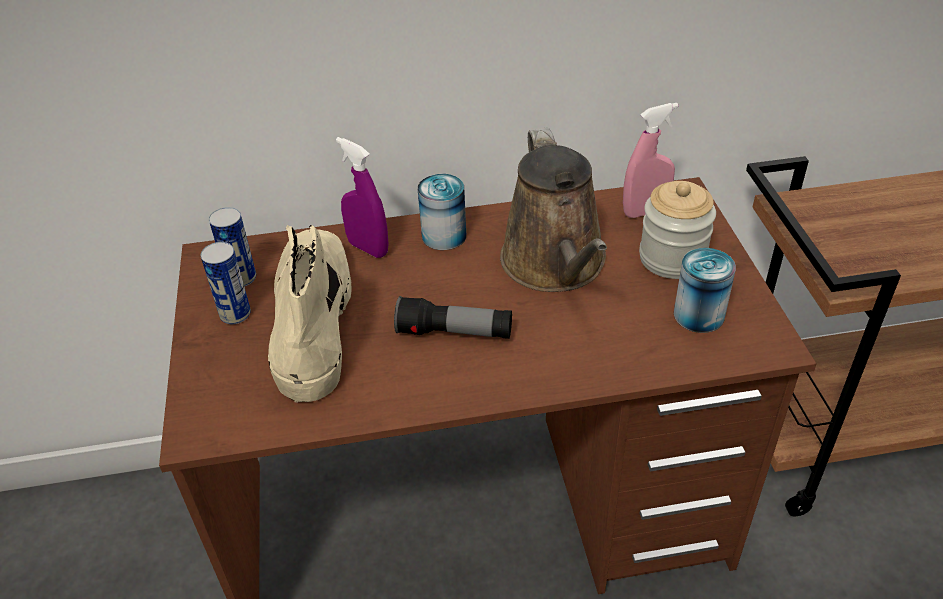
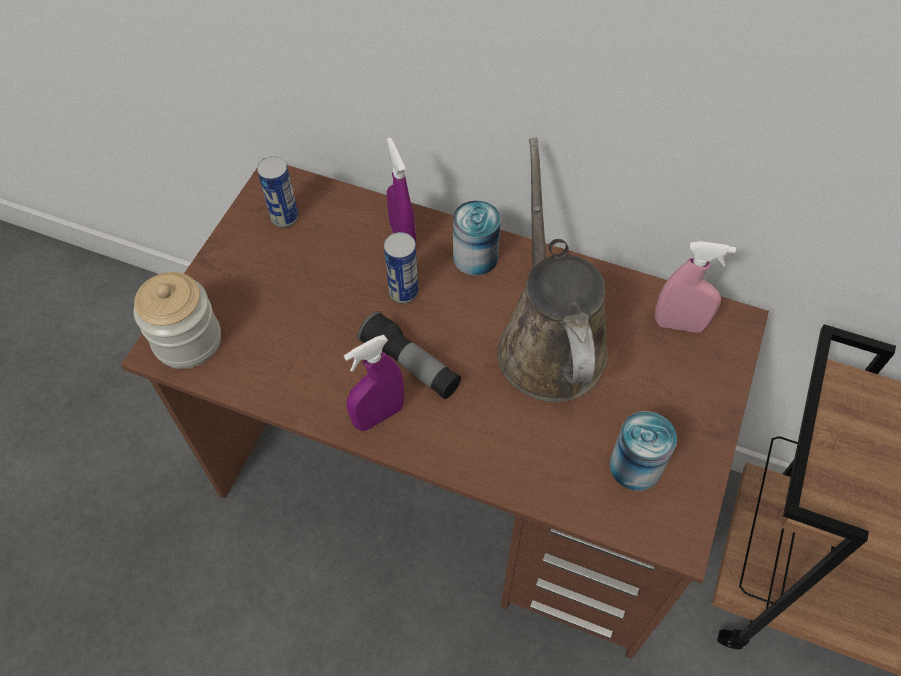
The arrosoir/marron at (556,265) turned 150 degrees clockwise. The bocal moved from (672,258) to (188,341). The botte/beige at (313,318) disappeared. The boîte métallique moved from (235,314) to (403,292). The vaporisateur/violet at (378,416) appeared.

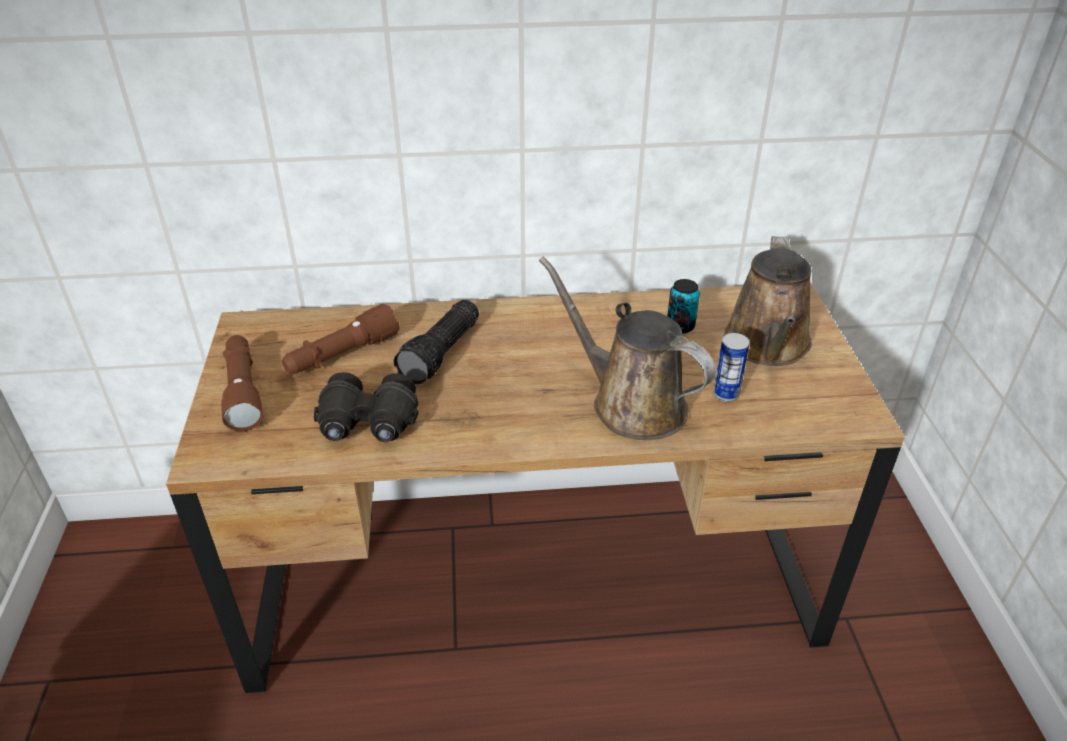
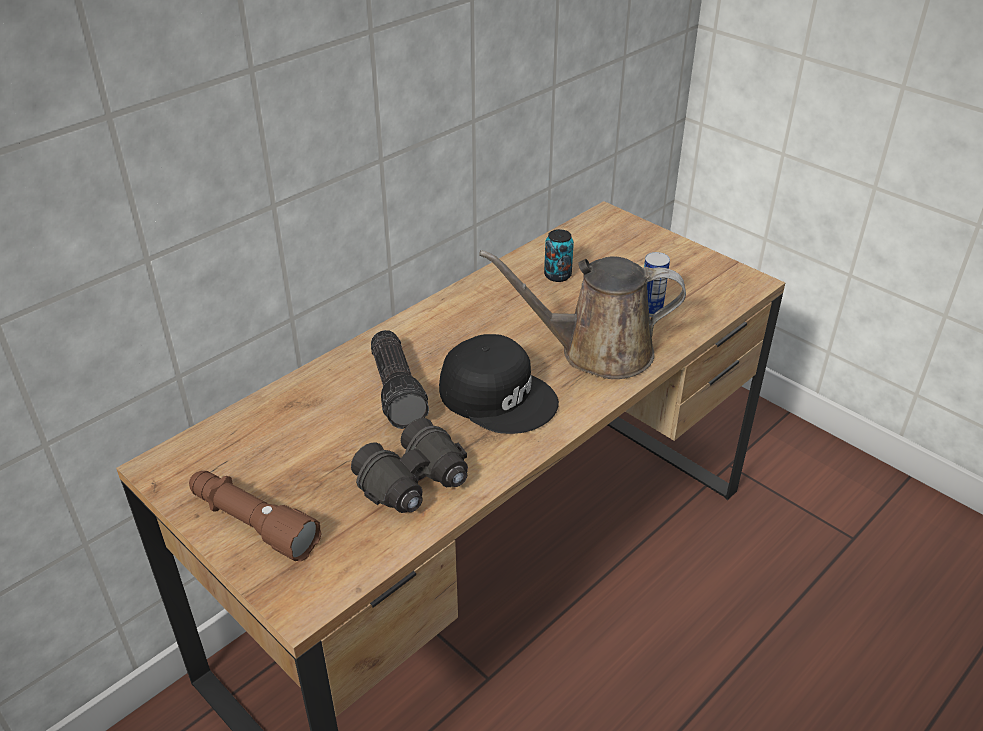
The arrosoir/marron at (767,346) disappeared. The lampe de poche/marron at (342,355) disappeared. The casquette/noir at (498,395) appeared.

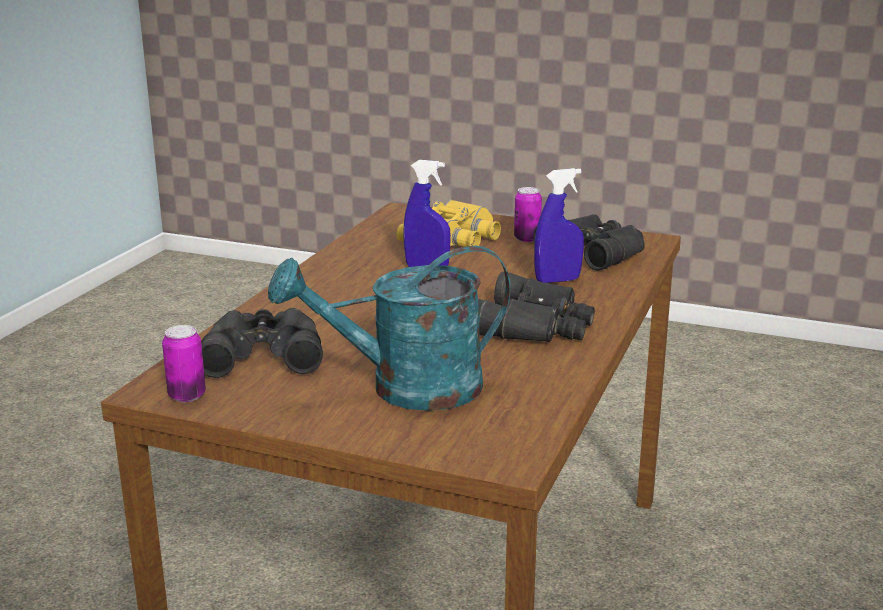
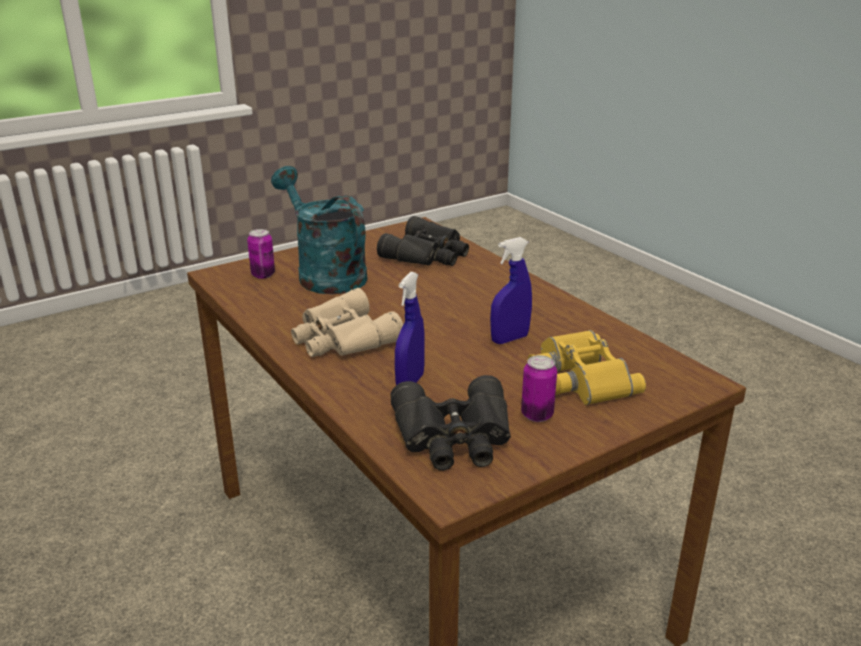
The arrosoir/turquoise at (406,389) turned 60 degrees counterclockwise. The jumelles/noir at (537,325) became the jumelles/beige at (342,338). The boîte métallique moved from (187,395) to (263,275).

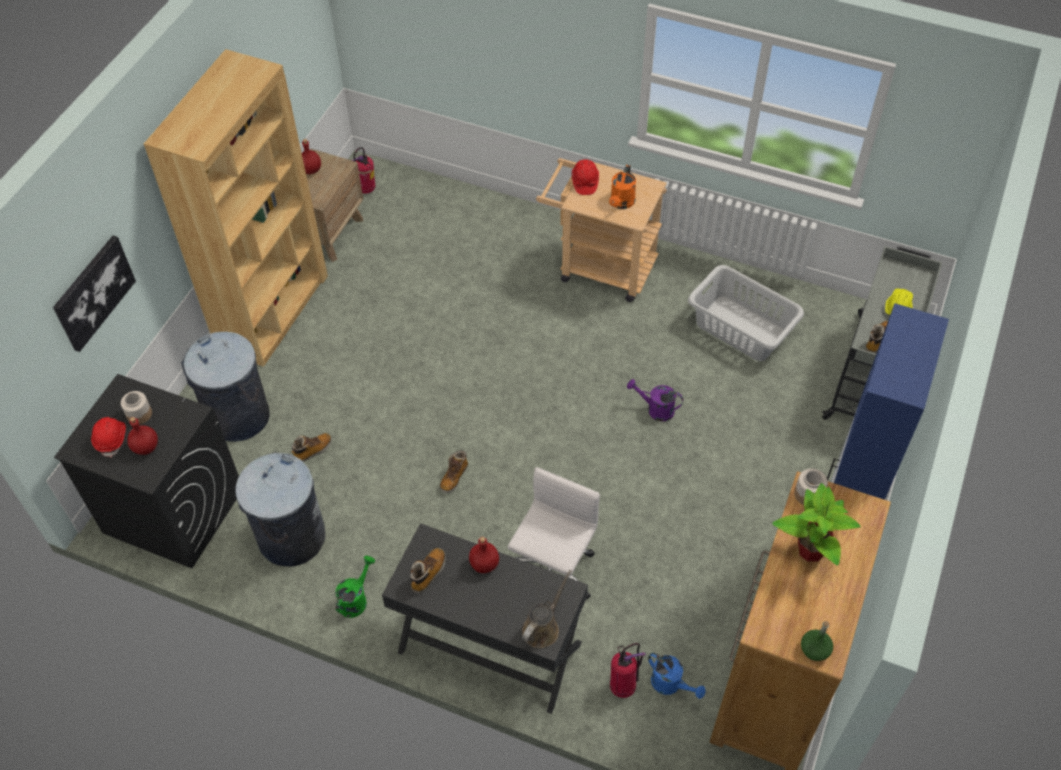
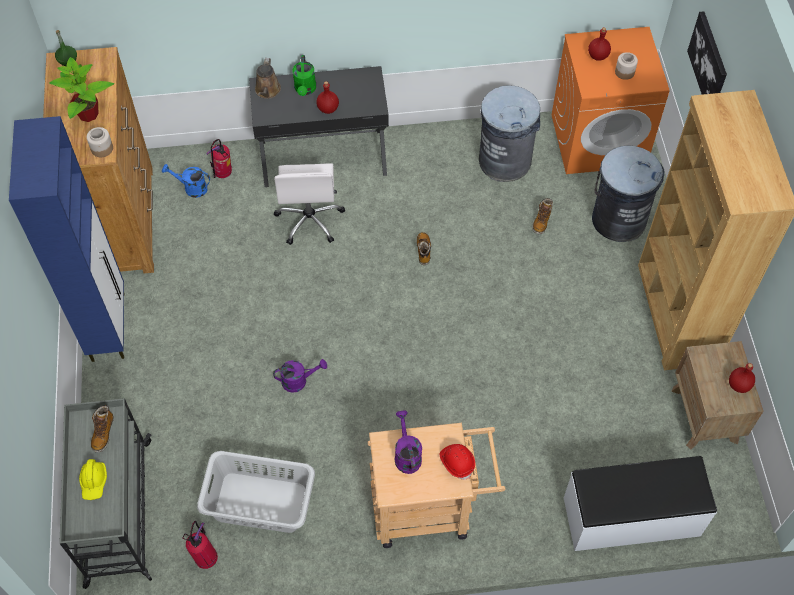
The extincteur moved from (366,190) to (205,557). The arrosoir/orange at (621,203) became the arrosoir/violet at (406,454). The lave-linge/noir at (172,511) became the lave-linge/orange at (598,140). The casque de chantier/rouge at (112,439) disappeared. The botte at (428,573) disappeared. The arrosoir/vert moved from (356,599) to (305,90). The banc/blanc at (631,517) appeared.

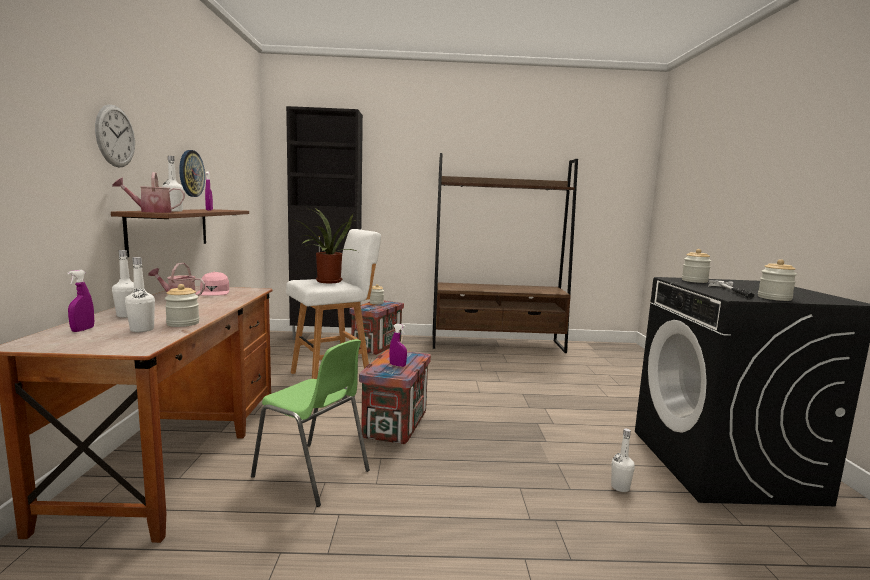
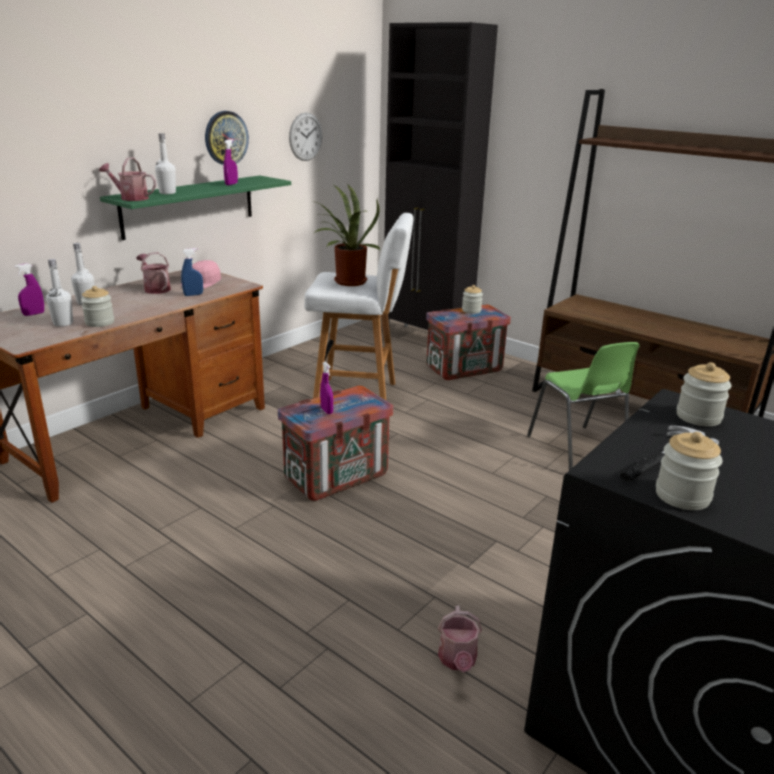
The horloge murale moved from (115,136) to (305,137). The étagère/marron at (170,229) became the étagère/vert at (189,206). The chaise/vert moved from (312,474) to (577,450). The bouteille/blanc at (620,487) was replaced by the arrosoir at (458,660). The vaporisateur/bleu at (193,295) appeared.

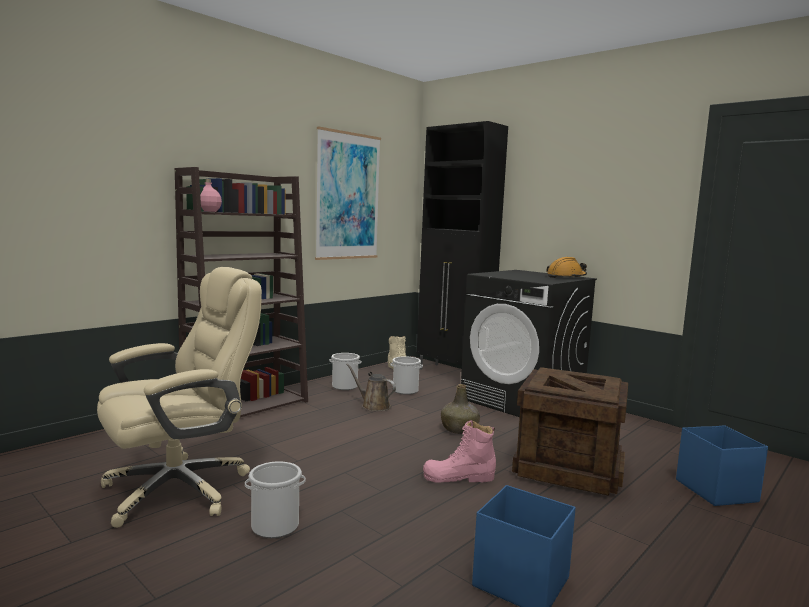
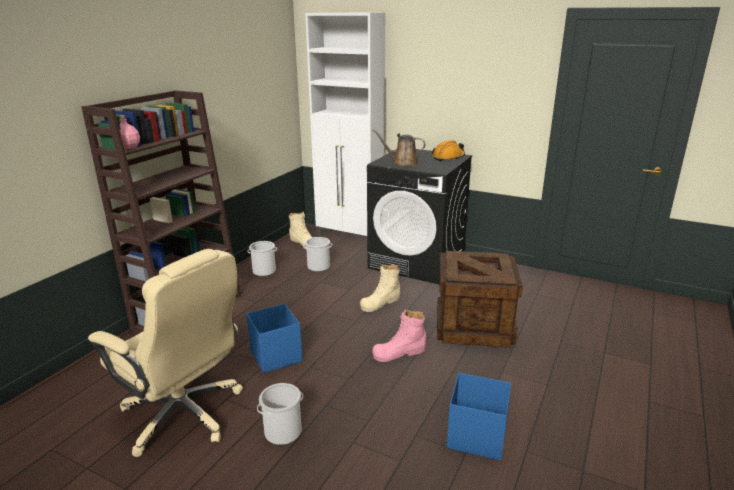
The meuble de rangement/noir at (453,374) became the meuble de rangement/blanc at (350,239). The tableau at (348,196) disappeared. The chaise de bureau/beige at (180,489) turned 90 degrees clockwise. The arrosoir/marron moved from (373,406) to (402,163). The bouteille/vert at (459,429) was replaced by the botte/beige at (380,303). The boîte de rangement/bleu moved from (715,490) to (276,355).

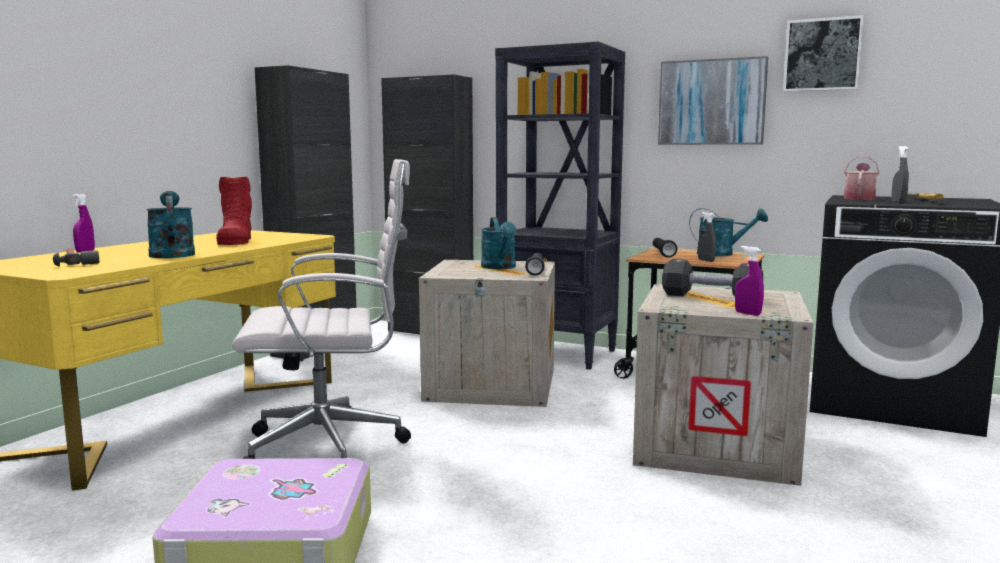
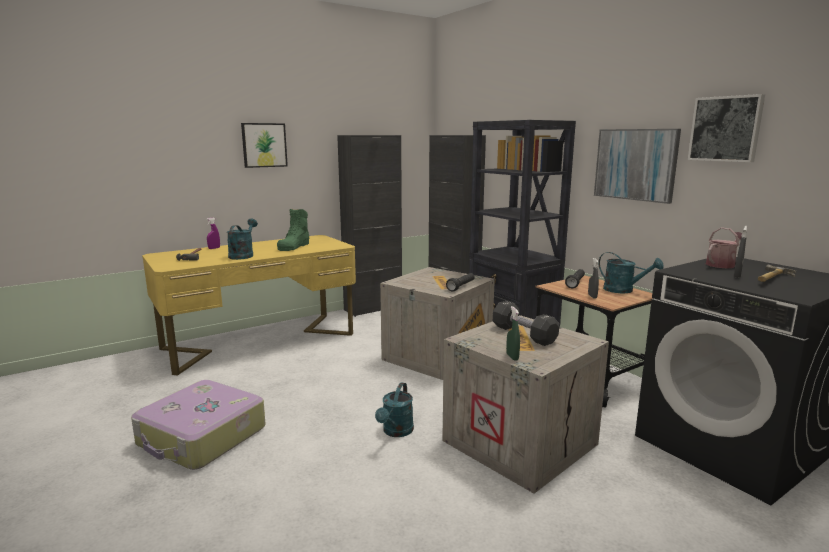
The chaise de bureau/blanc at (332,447) disappeared. The botte/rouge at (235,241) became the botte/vert at (294,247). The arrosoir/turquoise moved from (500,267) to (396,432). The vaporisateur/violet at (747,313) became the vaporisateur/vert at (512,357). The tableau at (264,145) appeared.

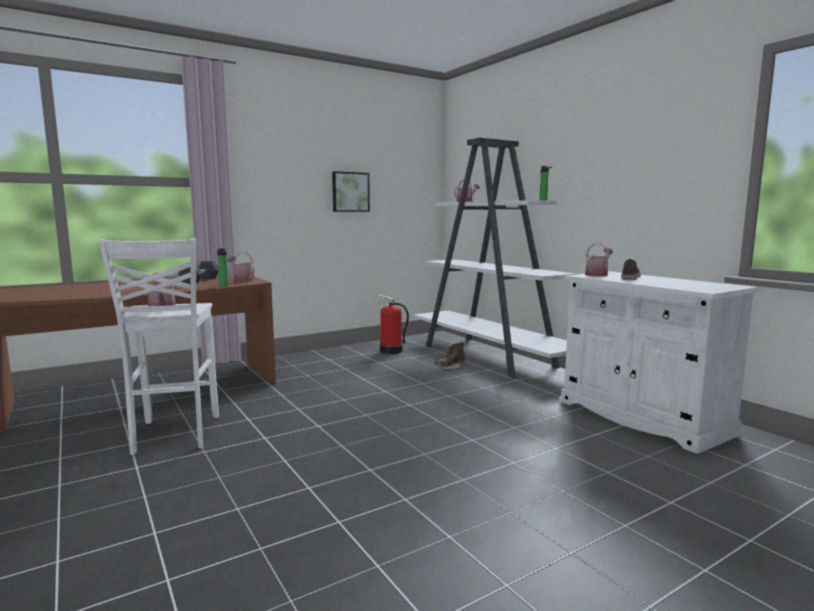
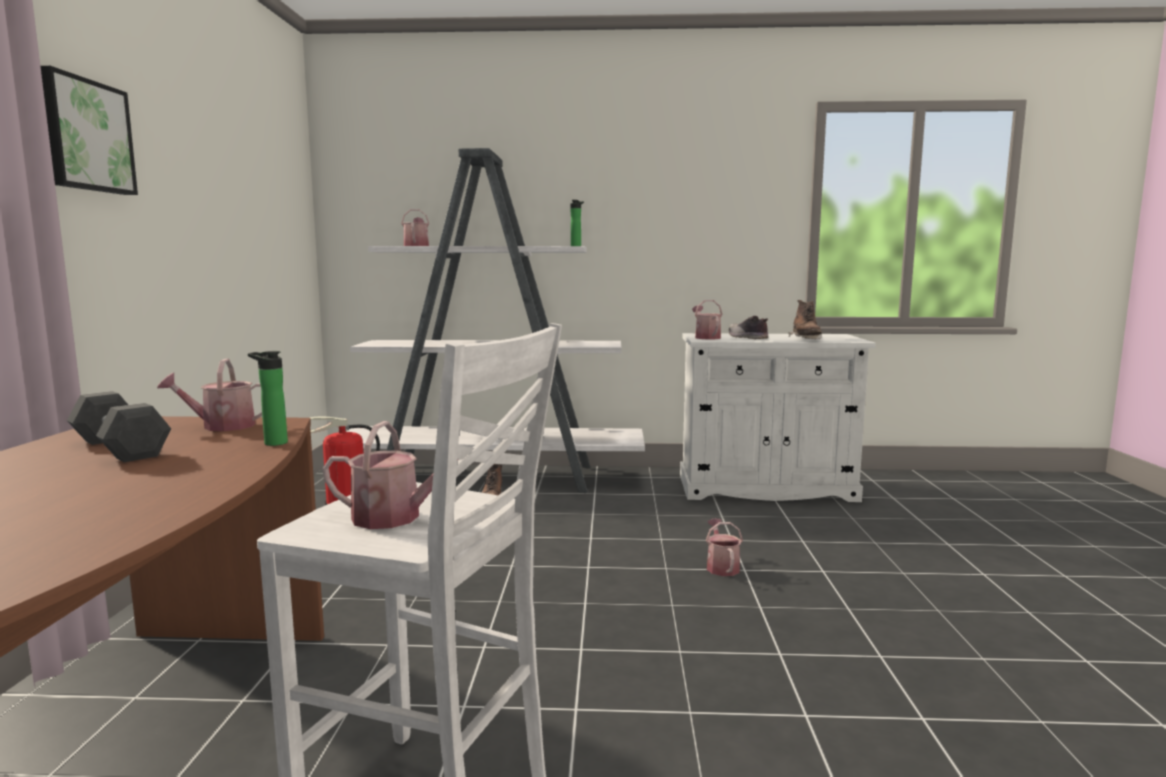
The tableau moved from (350,192) to (84,135). The botte/marron at (806,339) appeared. The arrosoir at (721,566) appeared.

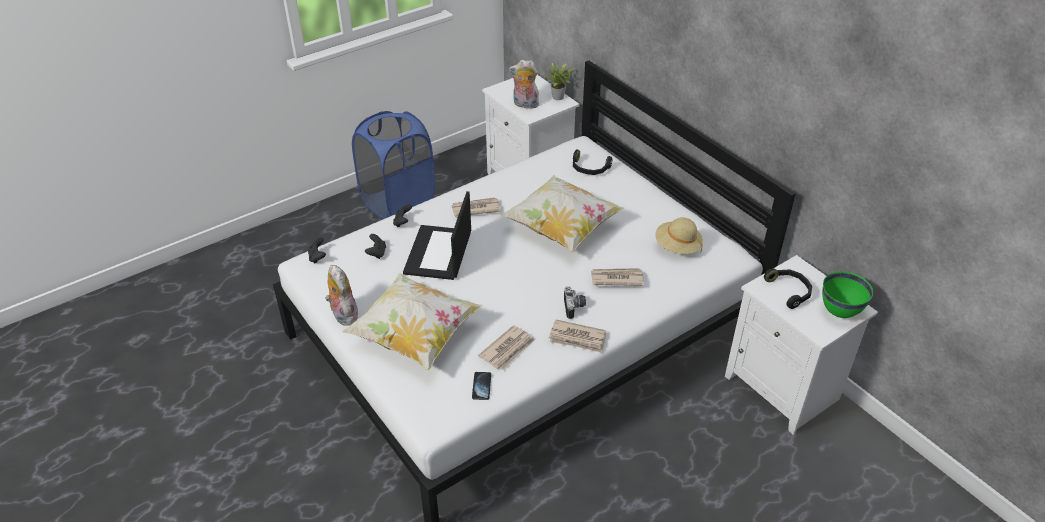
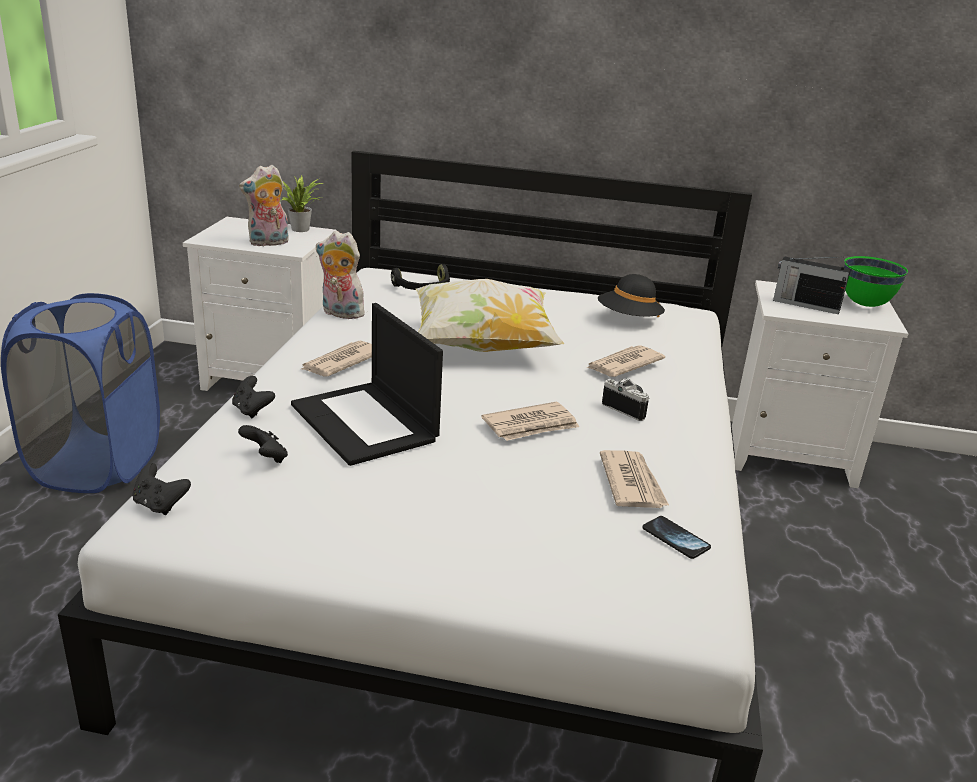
The chapeau/beige at (677,247) became the chapeau/noir at (628,320). The peluche moved from (343,315) to (340,313). The casque audio/noir at (789,291) was replaced by the radio at (805,305). The coussin at (415,336) disappeared. The journal moved from (577,338) to (531,425).

